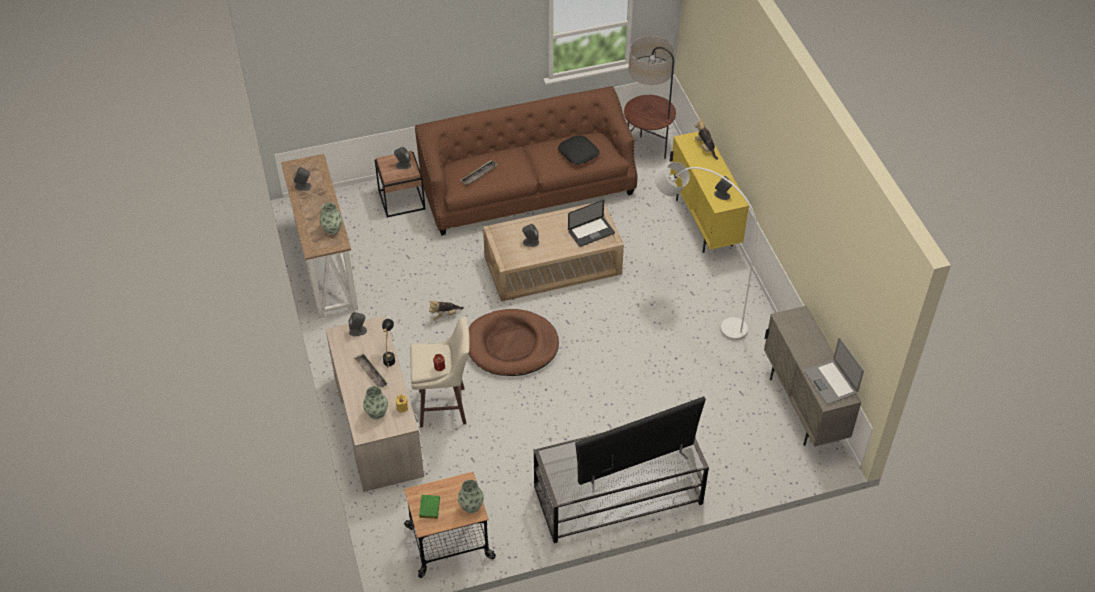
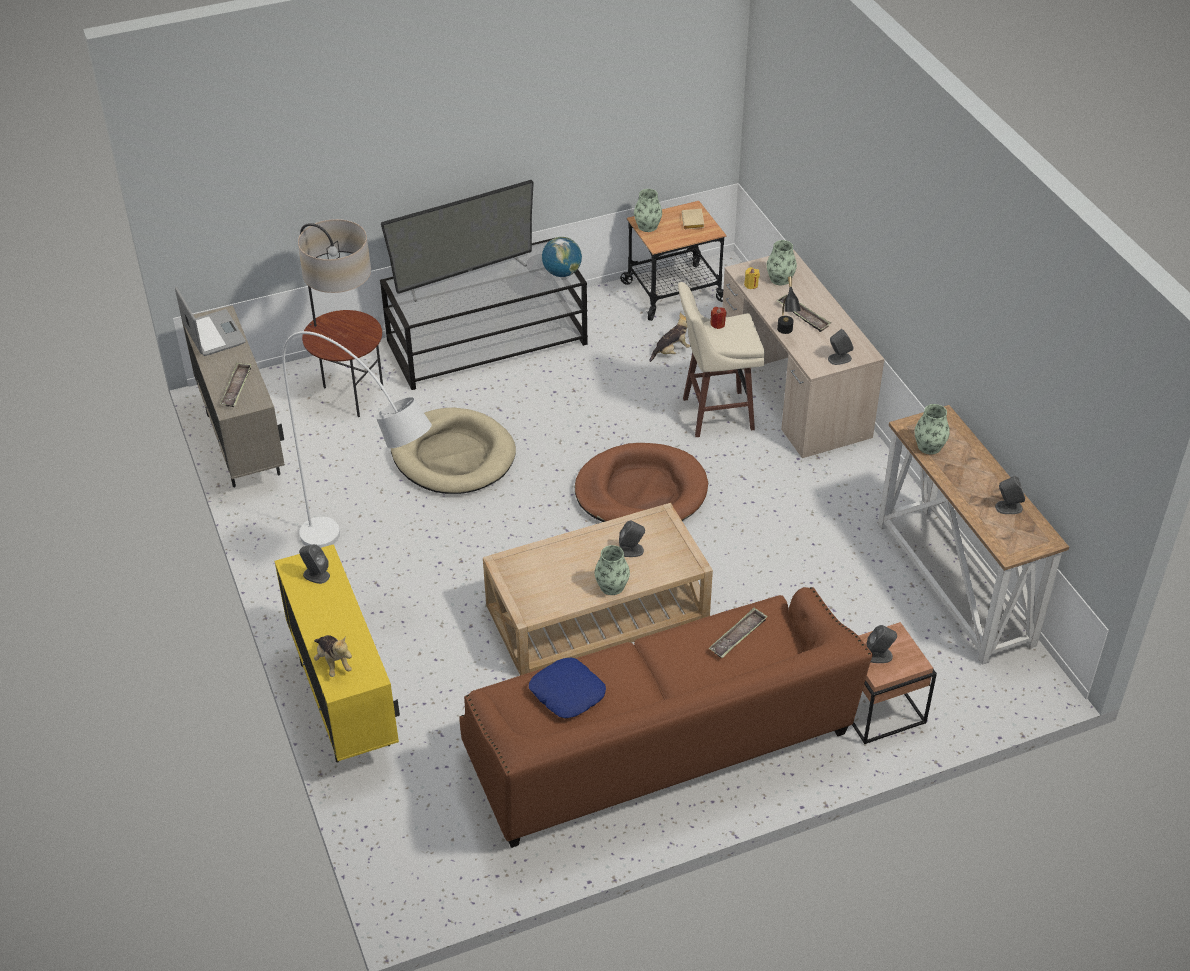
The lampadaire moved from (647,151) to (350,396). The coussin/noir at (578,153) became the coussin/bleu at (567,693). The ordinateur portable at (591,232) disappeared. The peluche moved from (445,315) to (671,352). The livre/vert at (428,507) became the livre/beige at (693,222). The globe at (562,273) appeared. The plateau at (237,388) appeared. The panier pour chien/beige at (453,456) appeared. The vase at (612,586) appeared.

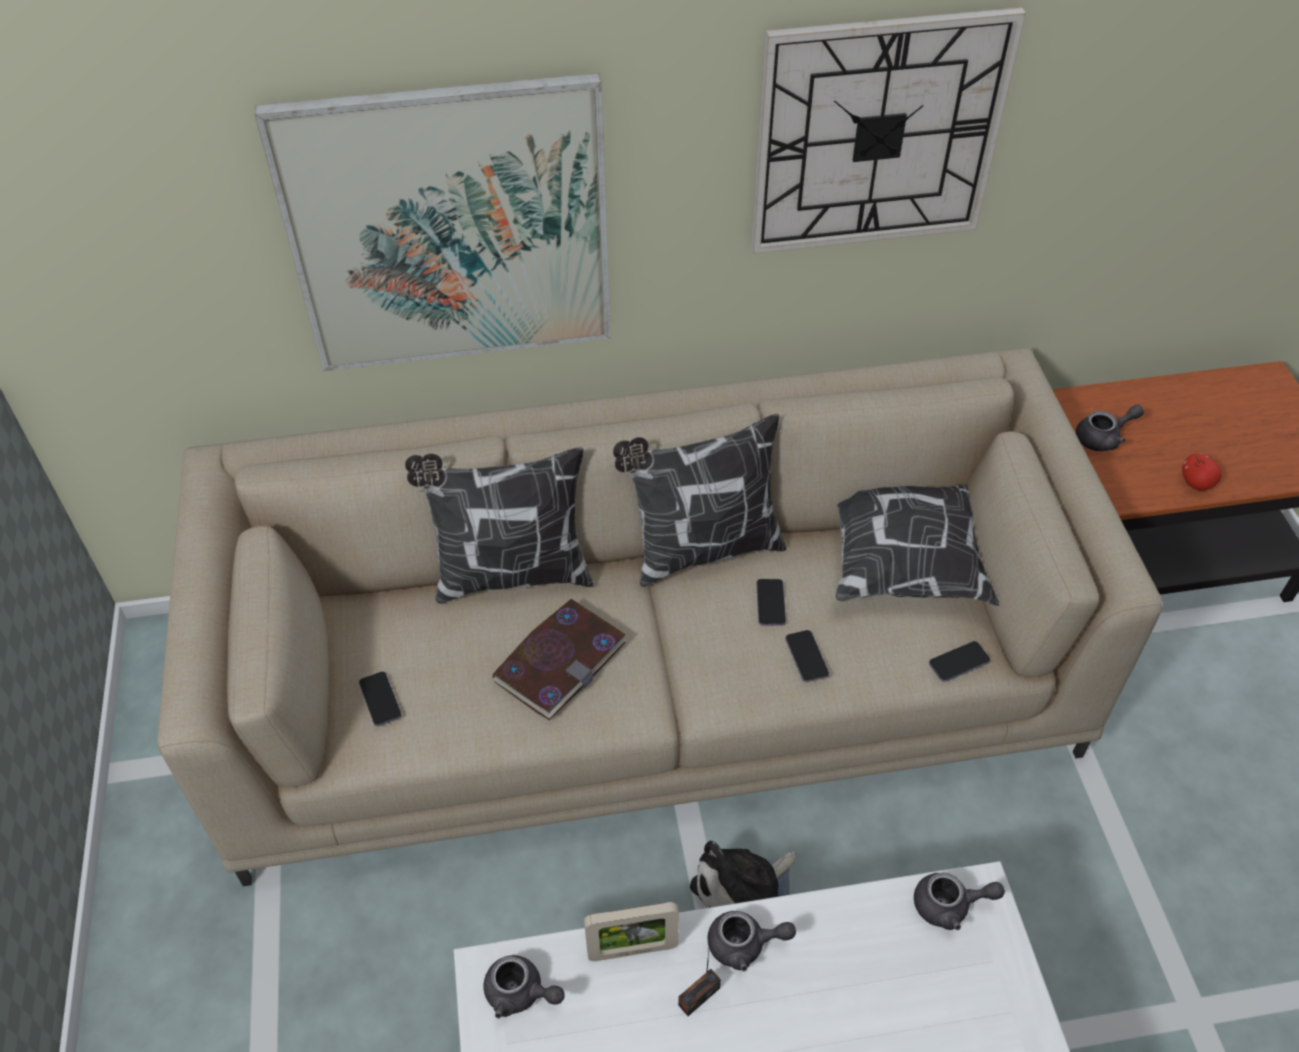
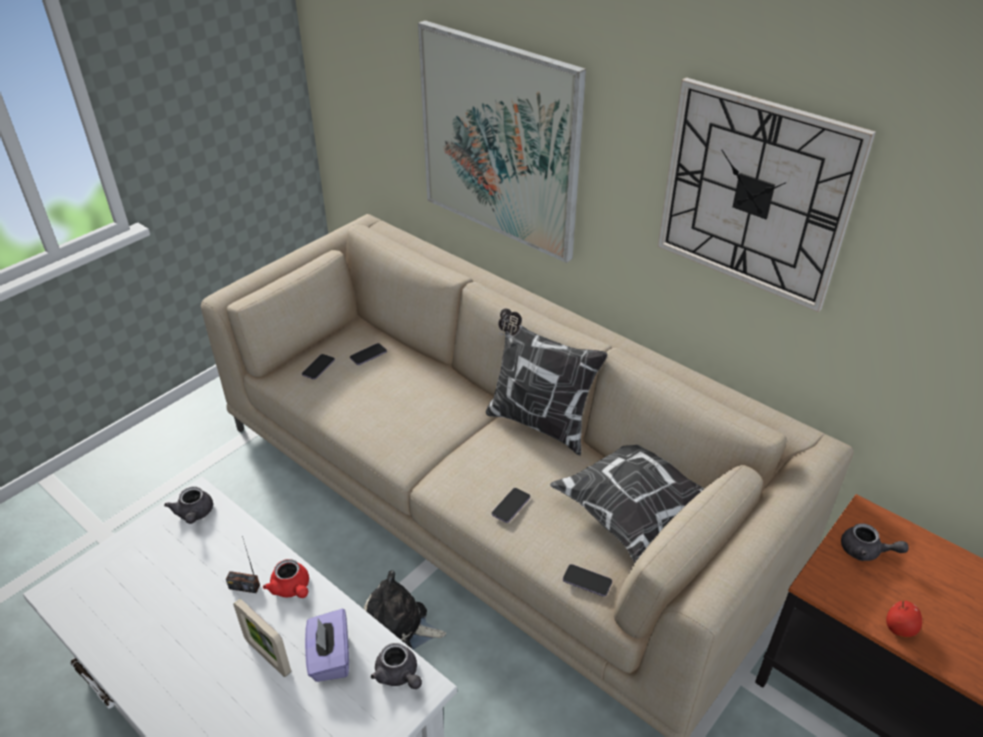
The coussin at (509,574) disappeared. The téléphone moved from (770,603) to (368,355). The livre at (560,661) disappeared. The cadre photo moved from (632,950) to (268,656). The théière/gris at (745,945) became the théière/rouge at (292,589). The boîte à mouchoirs/violet at (330,657) appeared.

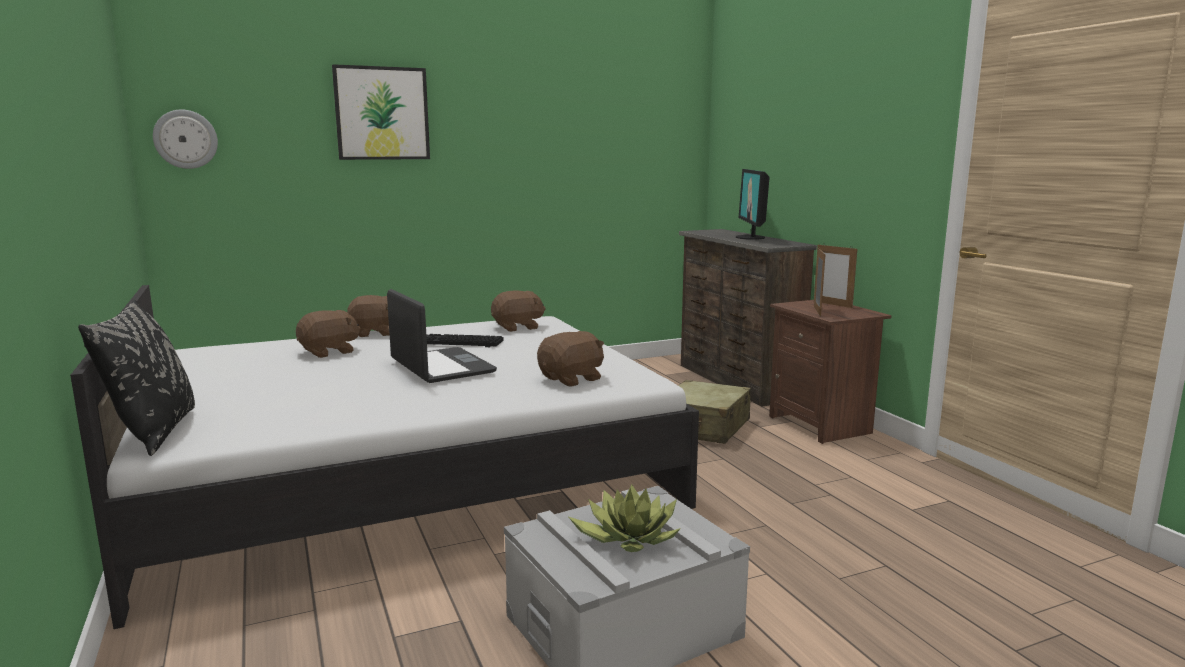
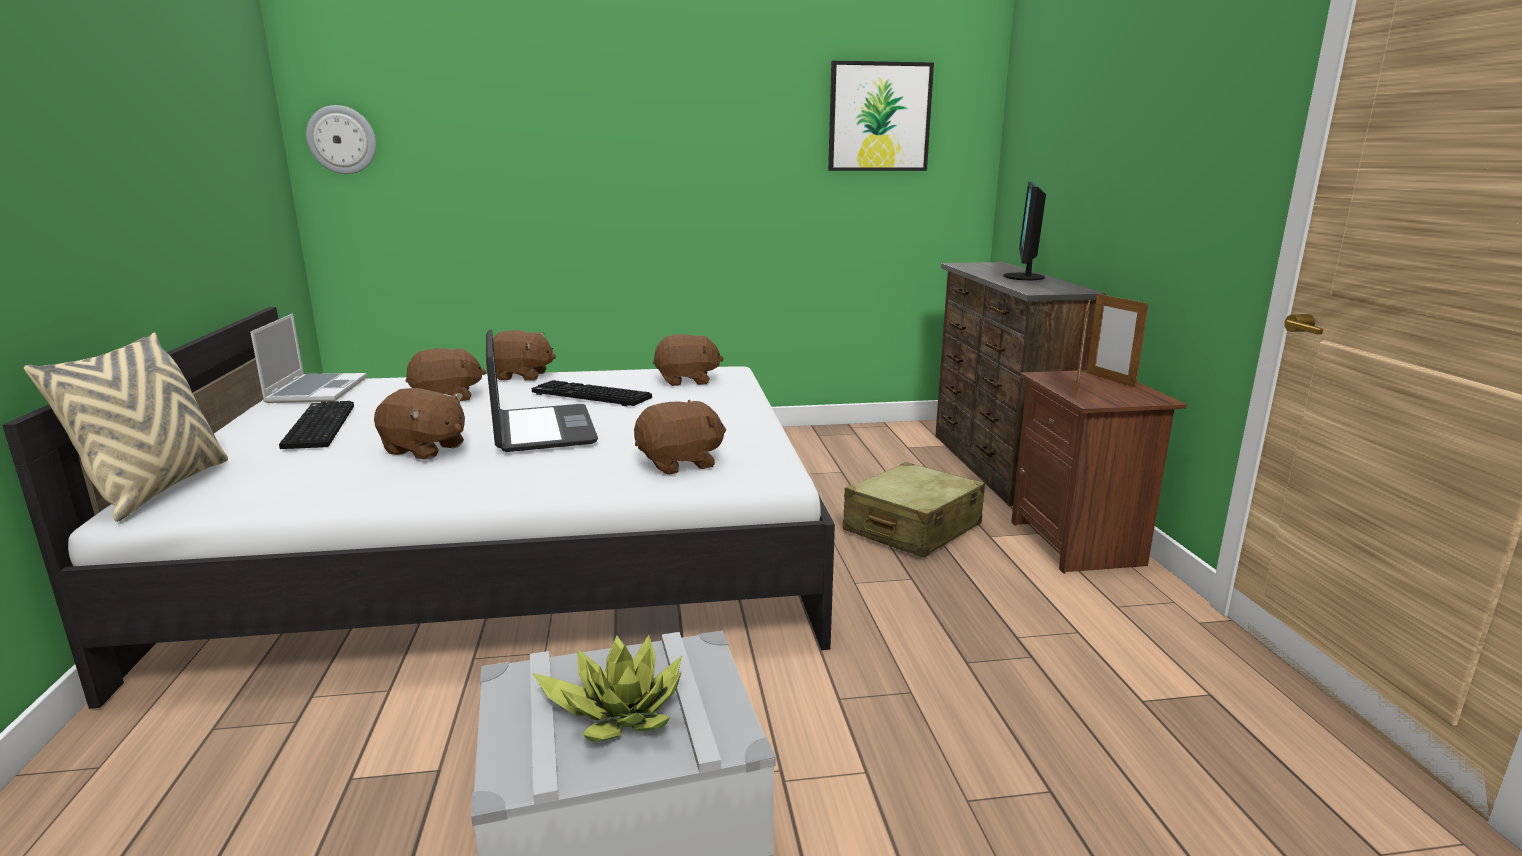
The tableau moved from (382,113) to (879,117). The coussin/noir at (155,432) became the coussin/beige at (158,489). The ordinateur portable at (316,390) appeared. The peluche/marron at (424,449) appeared. The clavier at (317,426) appeared.

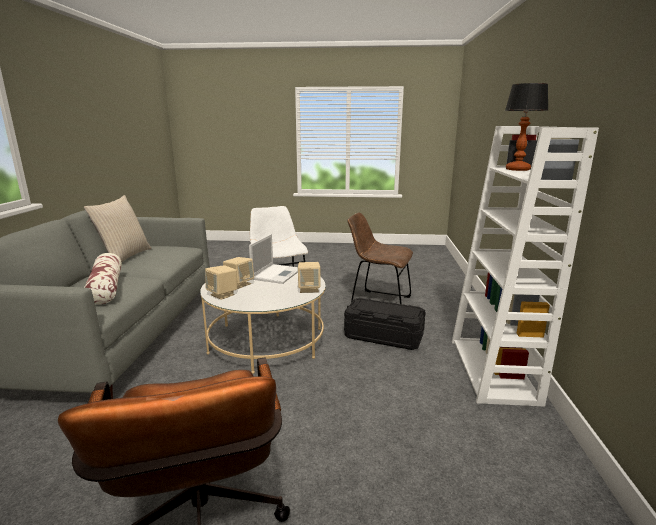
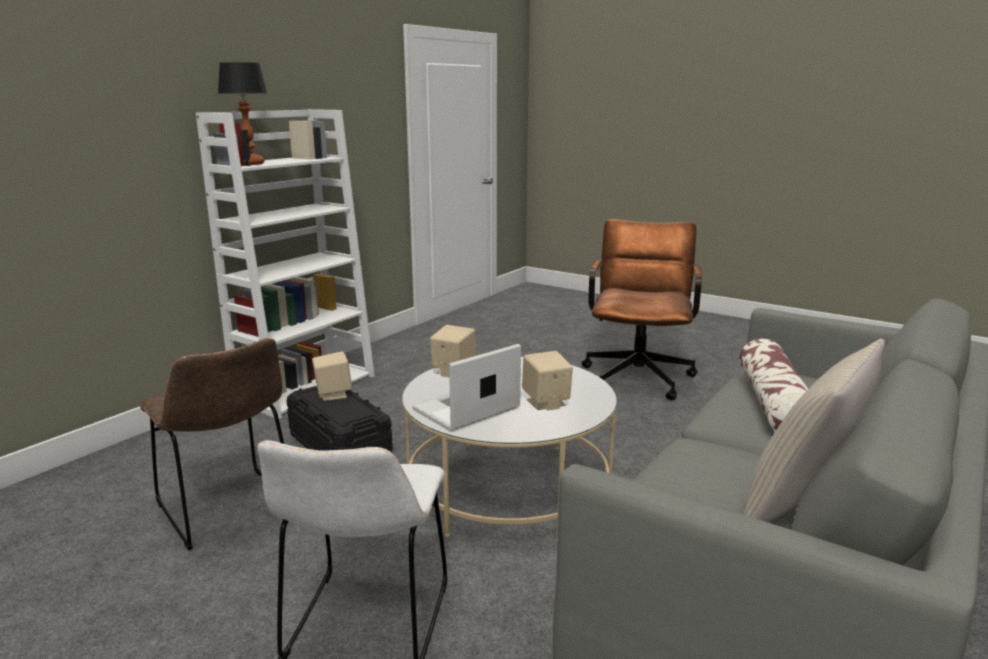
The enceinte/beige moved from (223,294) to (333,394).

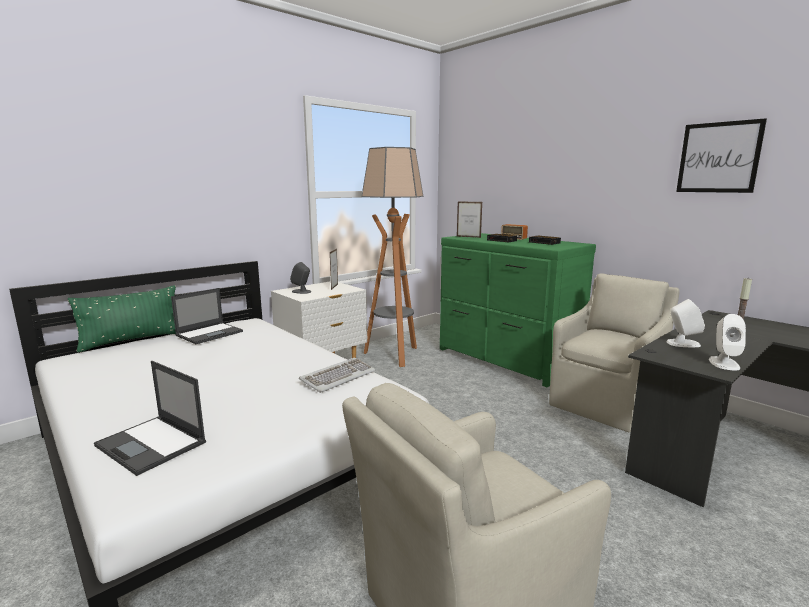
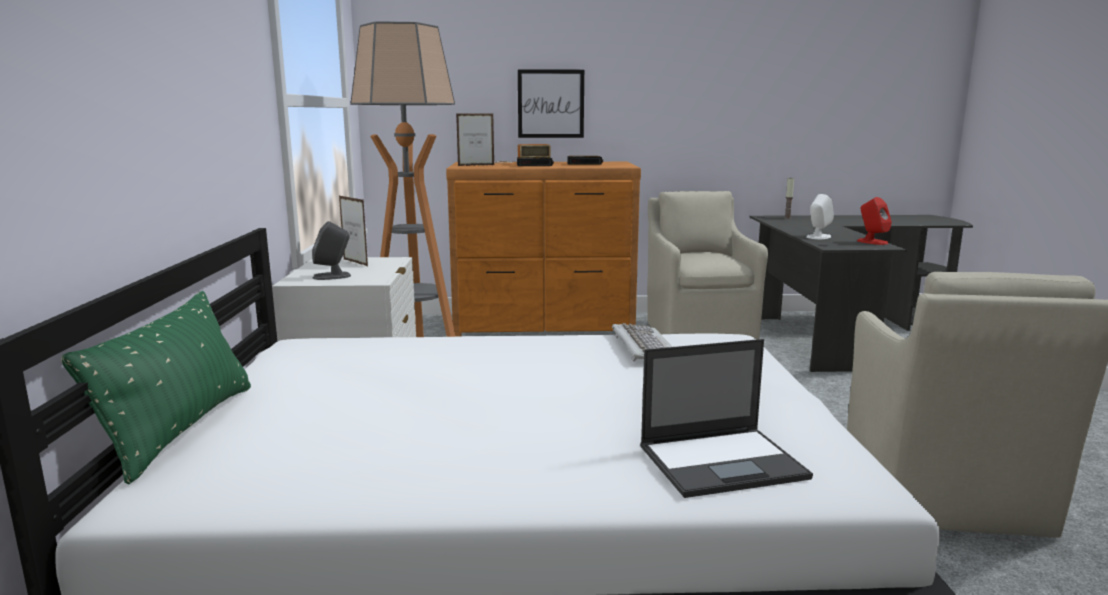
The tableau moved from (718,157) to (551,104). The commode/vert at (505,359) became the commode/marron at (544,326). The ordinateur portable at (210,333) disappeared. The enceinte/blanc at (724,363) became the enceinte/rouge at (872,242).

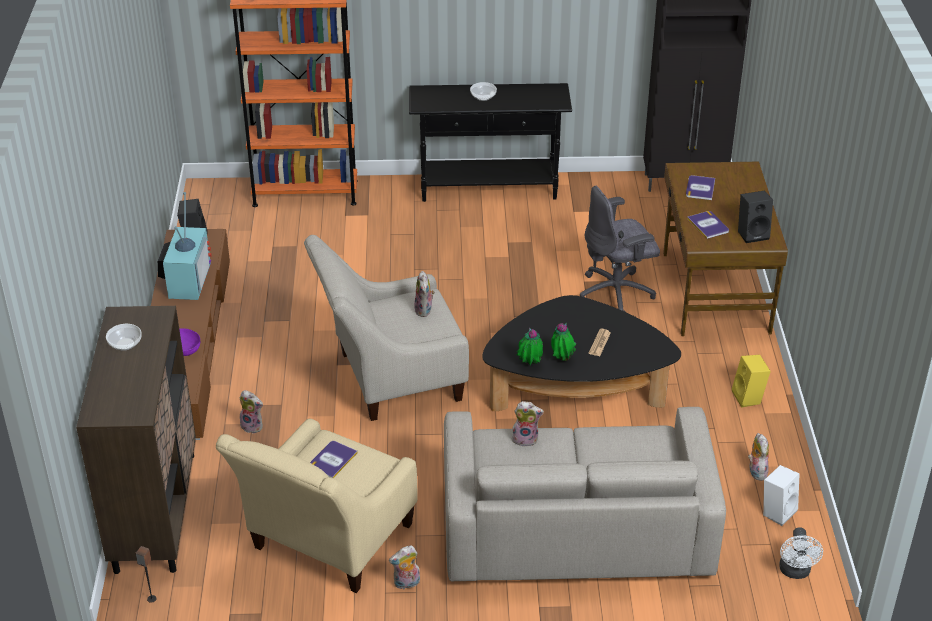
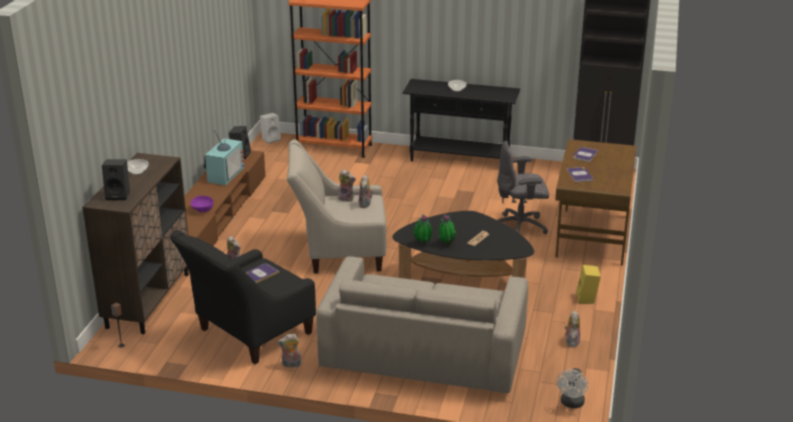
The enceinte/noir moved from (753,234) to (119,195). The peluche moved from (526,438) to (346,198). The fauteuil/beige at (326,544) became the fauteuil/noir at (249,335). The enceinte/blanc moved from (777,511) to (271,139).

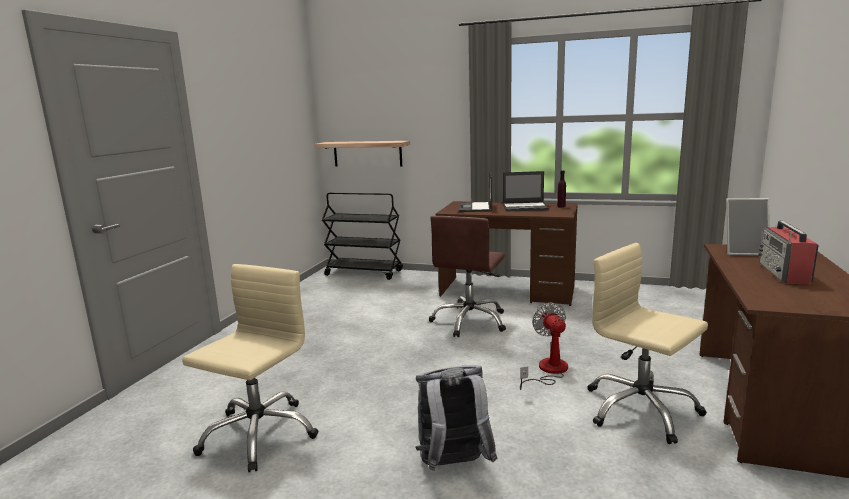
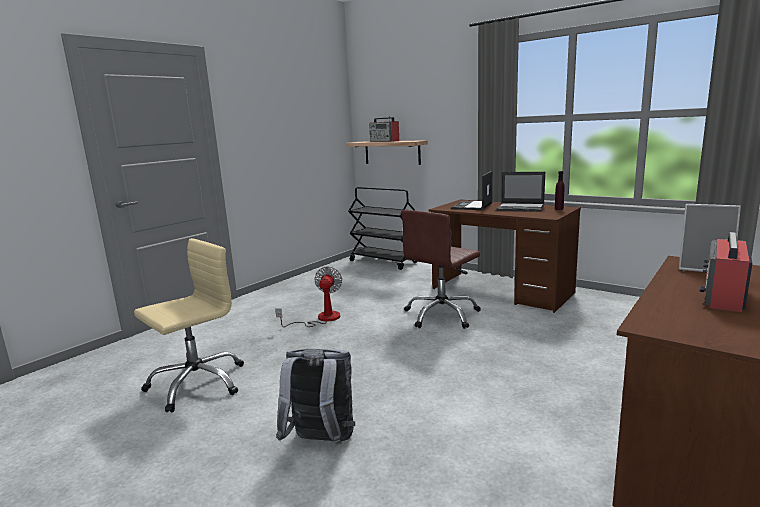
The chaise de bureau/beige at (640,410) disappeared. The ventilateur moved from (548,371) to (321,319). The radio at (384,141) appeared.

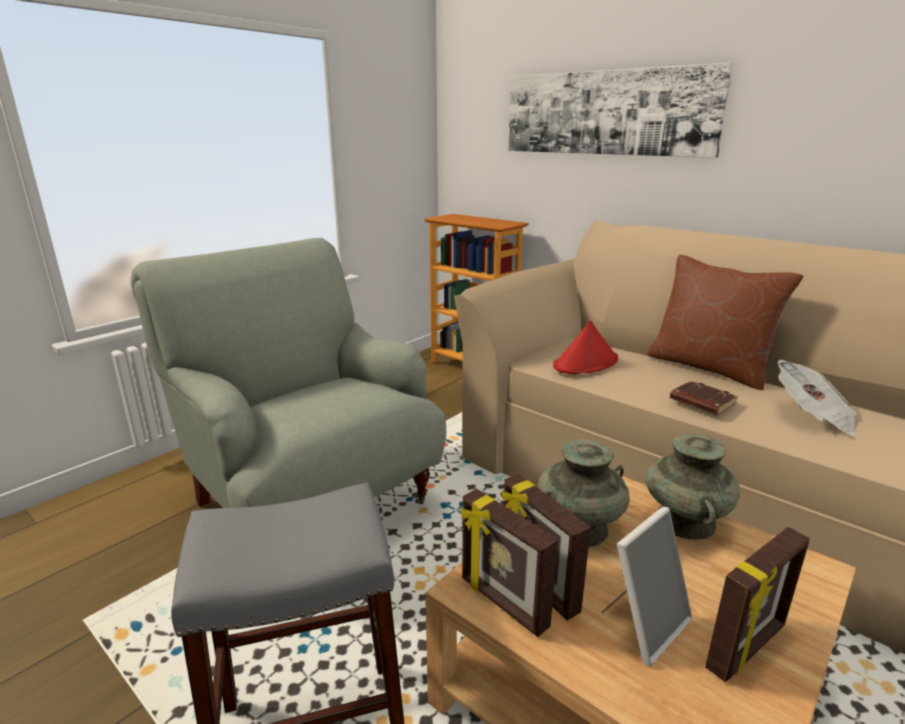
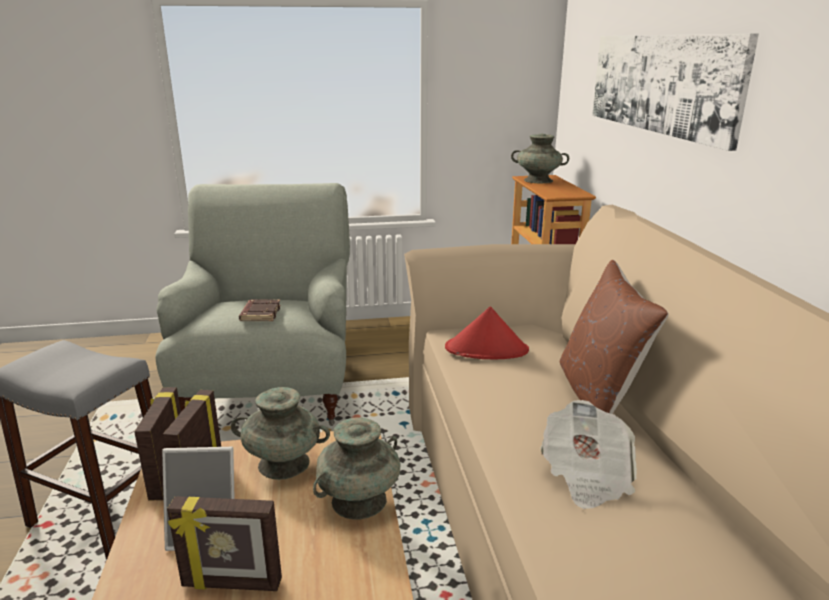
The livre/marron moved from (701,402) to (260,314). The vase/turquoise at (538,180) appeared.

